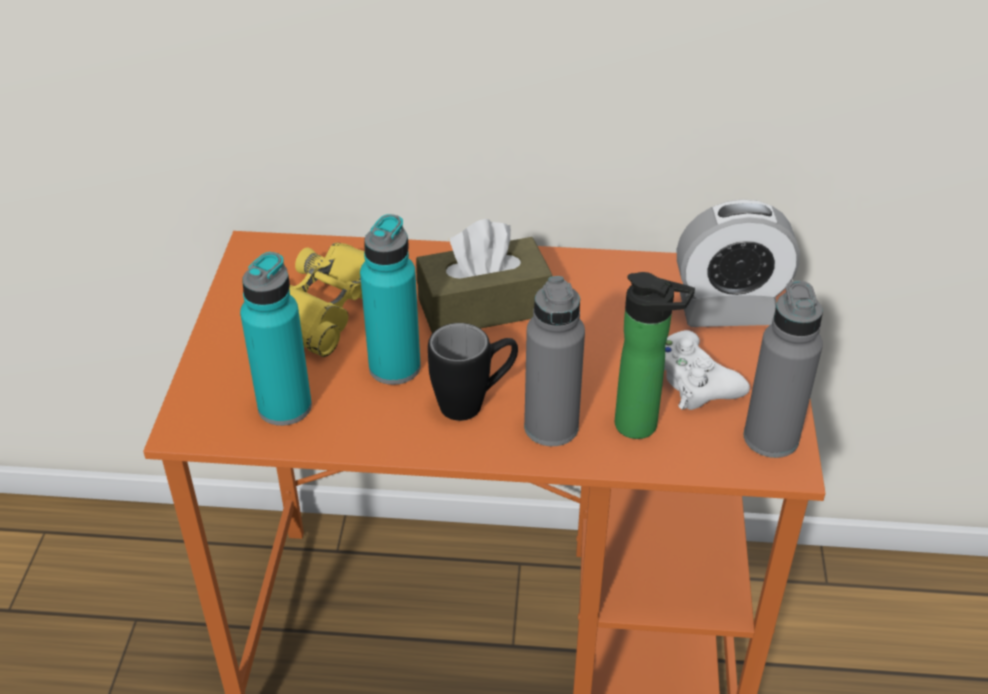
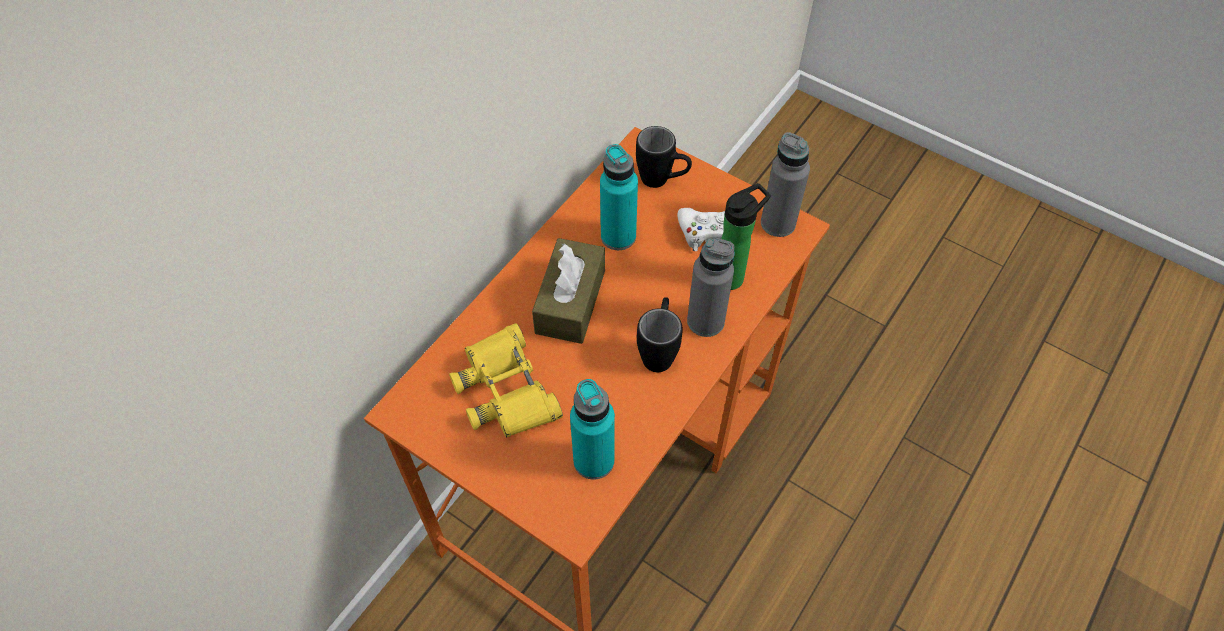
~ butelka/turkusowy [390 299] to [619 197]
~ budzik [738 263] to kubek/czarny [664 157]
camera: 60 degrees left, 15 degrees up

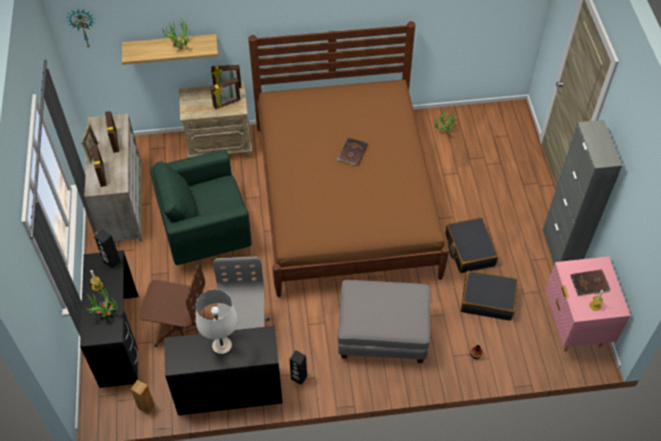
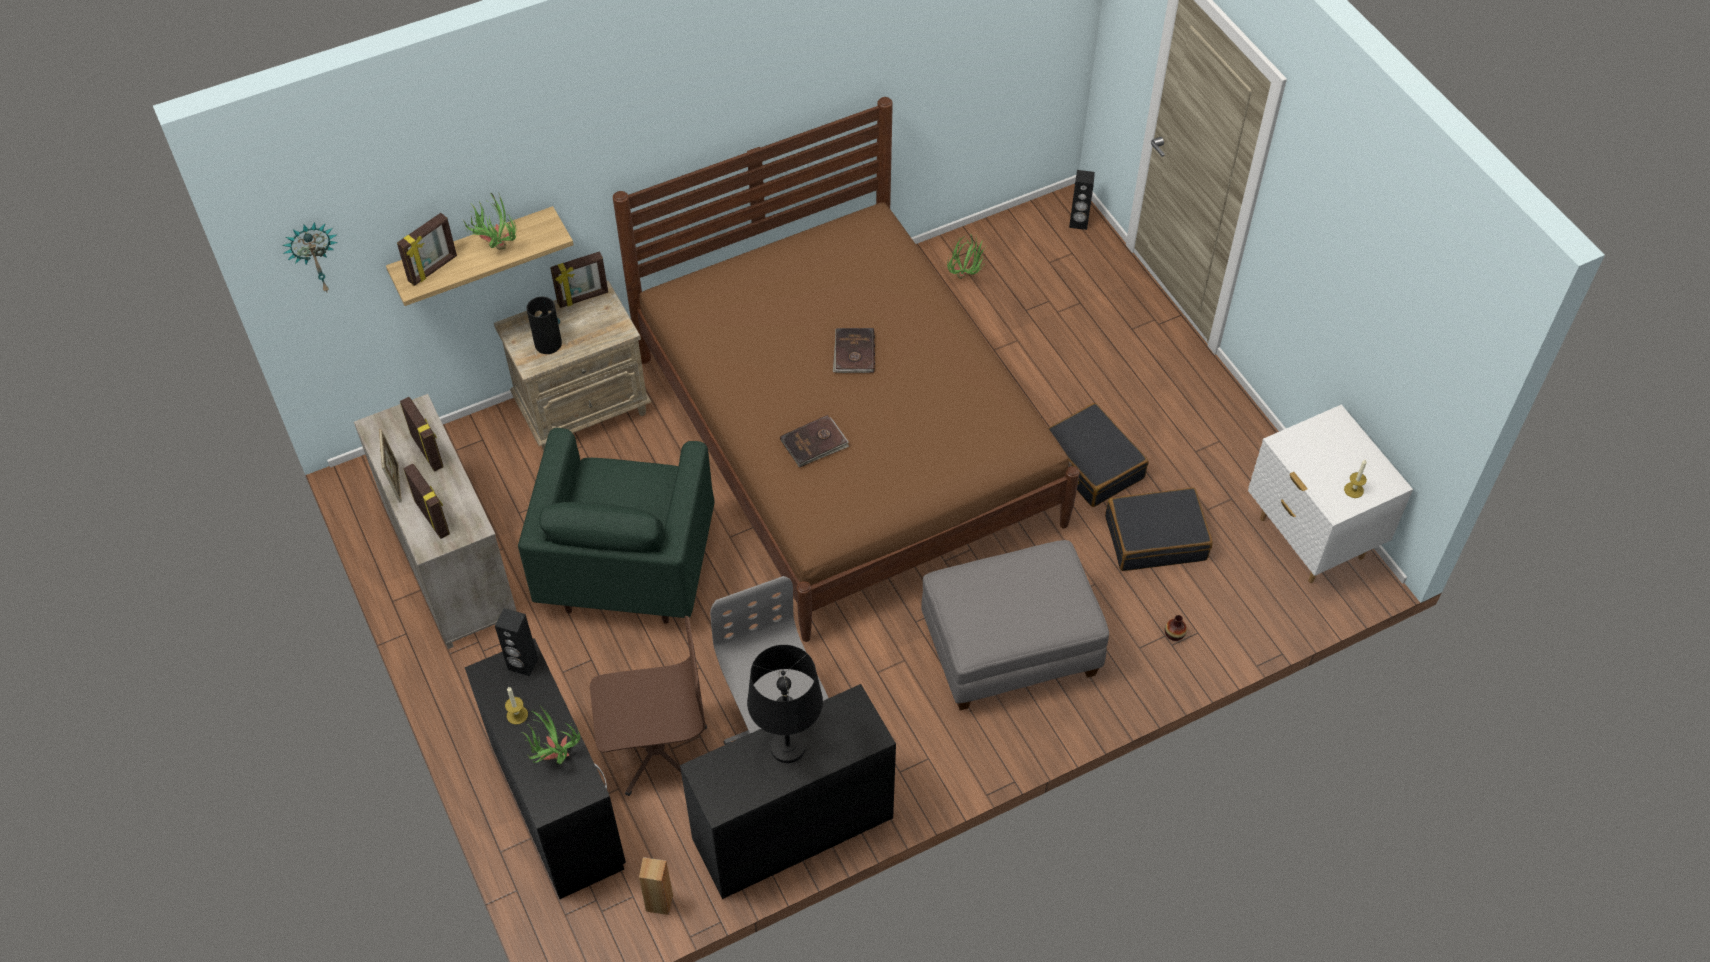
~ fotel/zielony [201 207] = [616 526] 45 degrees counterclockwise
~ lampa stołowa/biały [217 322] to lampa stołowa/czarny [785 704]
~ ramka na zdjęcie [225 93] to [427 249]
~ głośnik/czarny [298 367] to [1082 200]
- szafka/szary [582 192]
~ szafka nocna/różowy [587 304] to szafka nocna/biały [1330 493]
~ książka/brązowy [591 282] to [814 441]
+ wazon [544 325]
camera: 20 degrees left, 0 degrees up

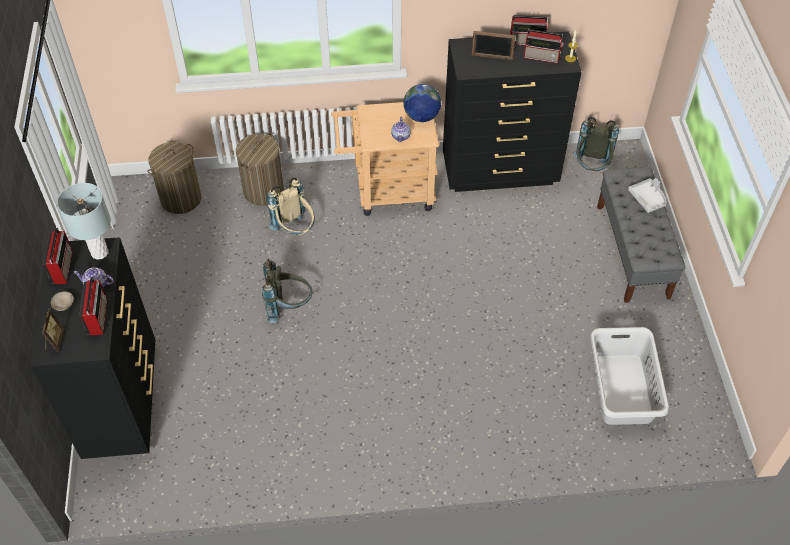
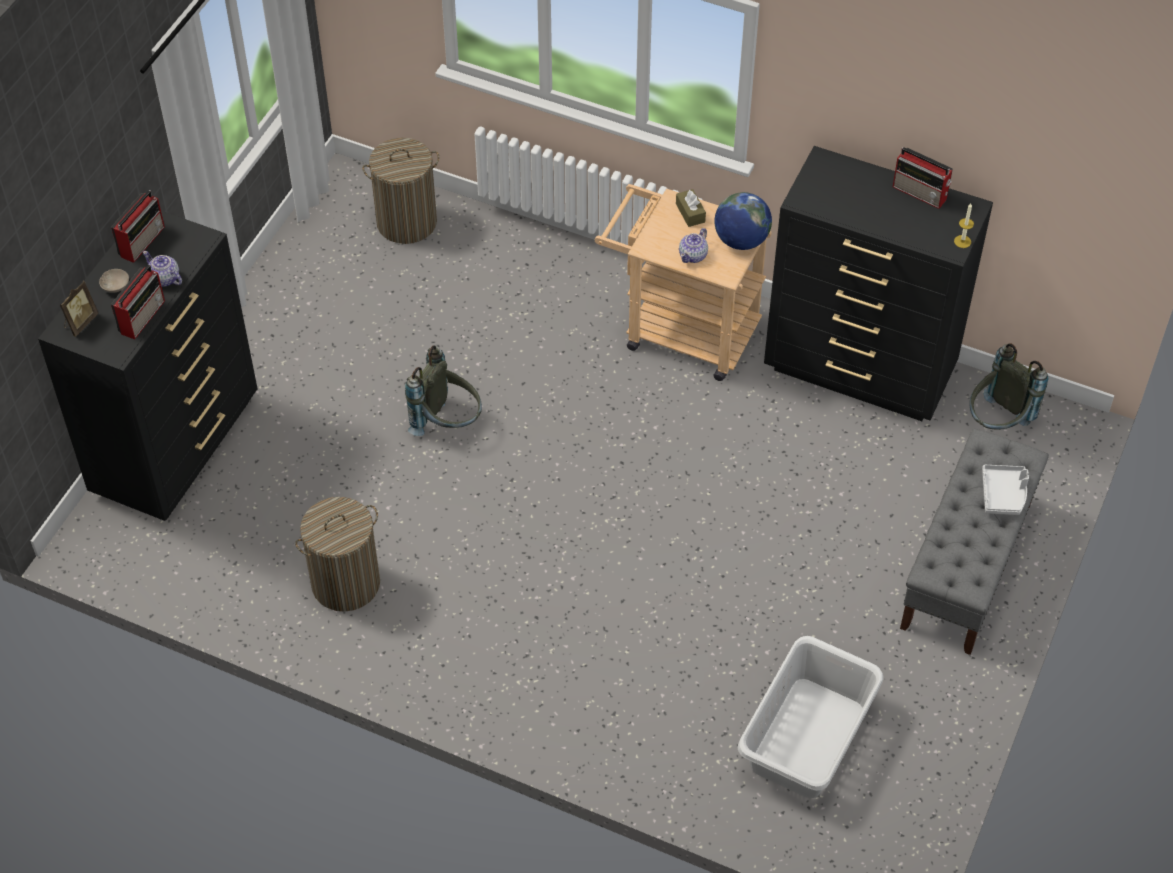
- lampa stołowa/szary [84 221]
~ kosz na pranie [260 169] to [337 554]
- plecak/beżowy [291 206]
- ramka na zdjęcie [494 45]
- radio [544 46]
+ pudełko chusteczek/brązowy [691 208]
camera: 30 degrees right, 0 degrees up

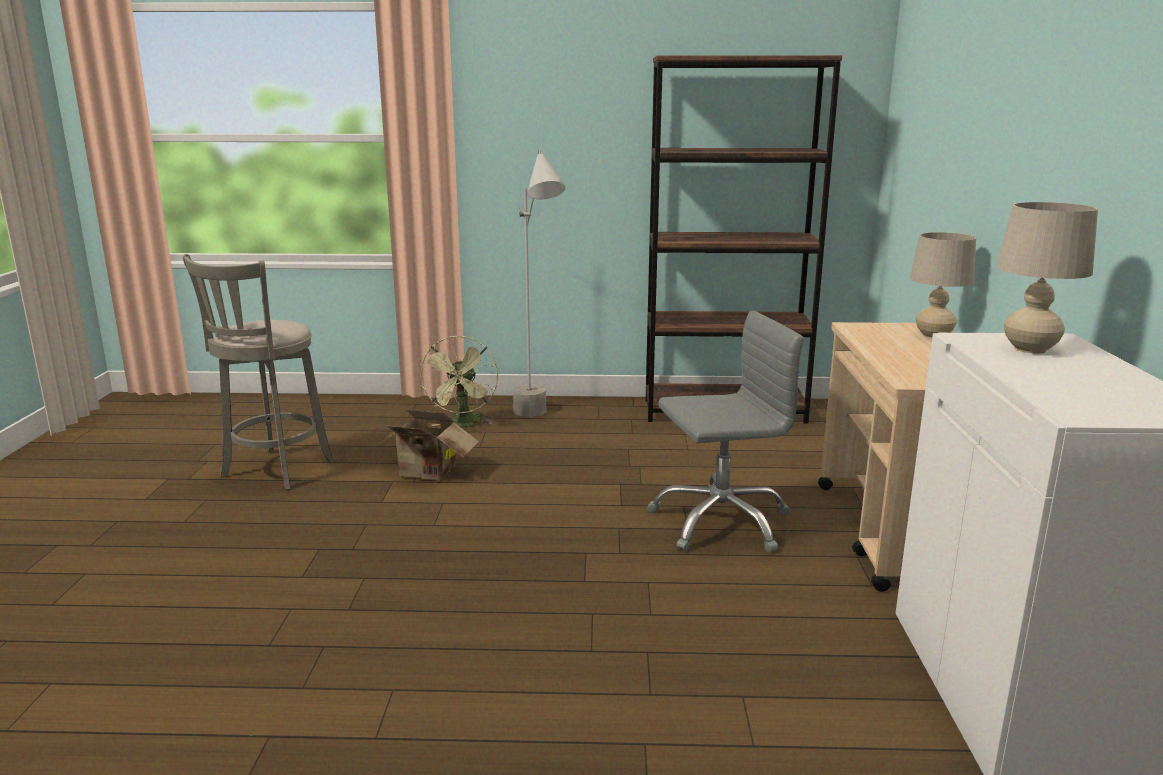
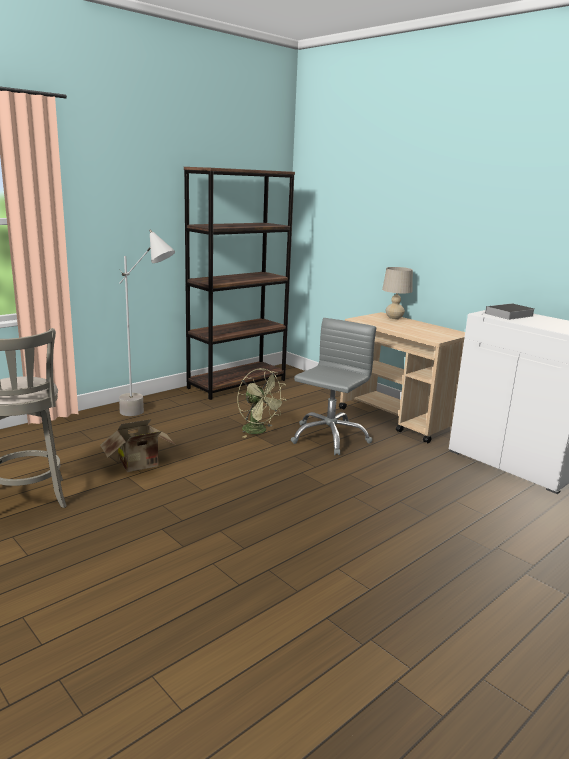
~ wentylator/zielony [459 381] to [262 403]
~ lampa stołowa/beżowy [1047 278] to książka [508 311]
camera: 45 degrees left, 0 degrees up

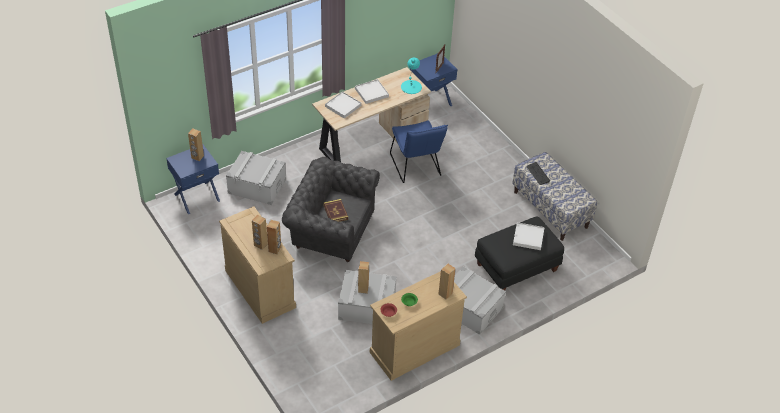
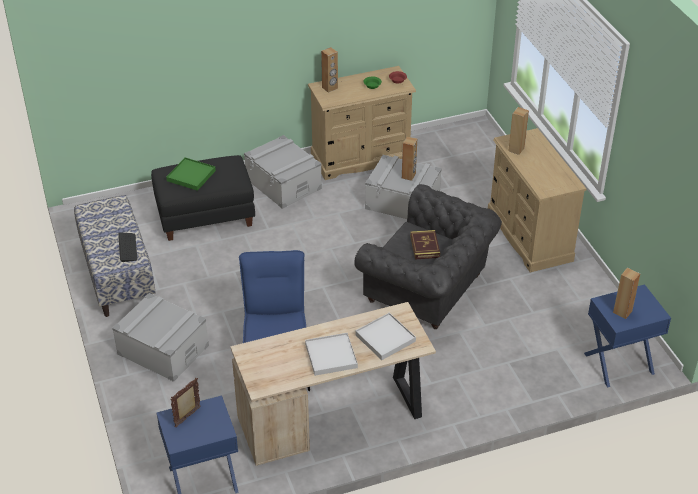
~ pojemnik do przechowywania/szary [256 178] to [160 337]
- głośnik/brązowy [260 232]
- lampa stołowa/turkusowy [411 76]
~ taca/biały [529 236] to taca/zielony [191 174]
camera: 165 degrees left, 5 degrees down

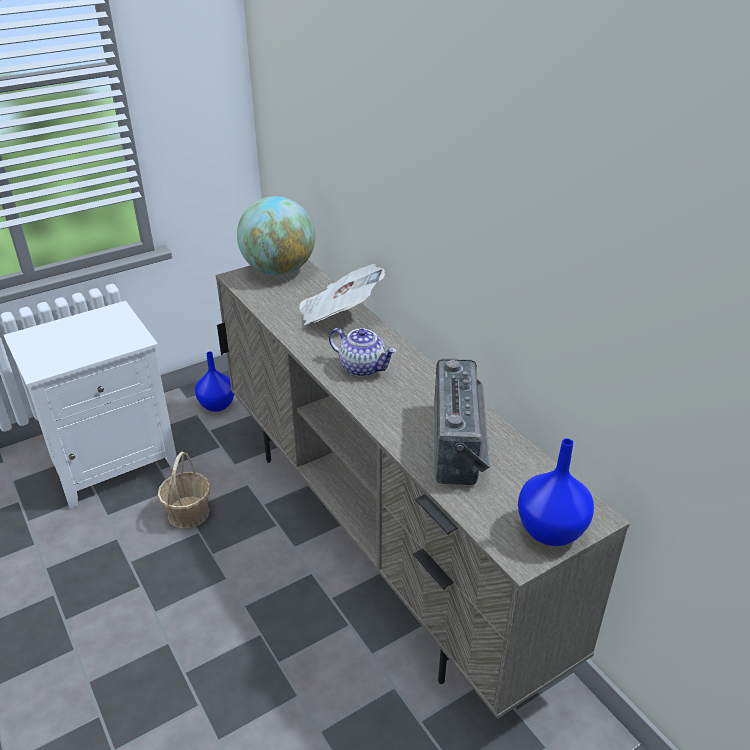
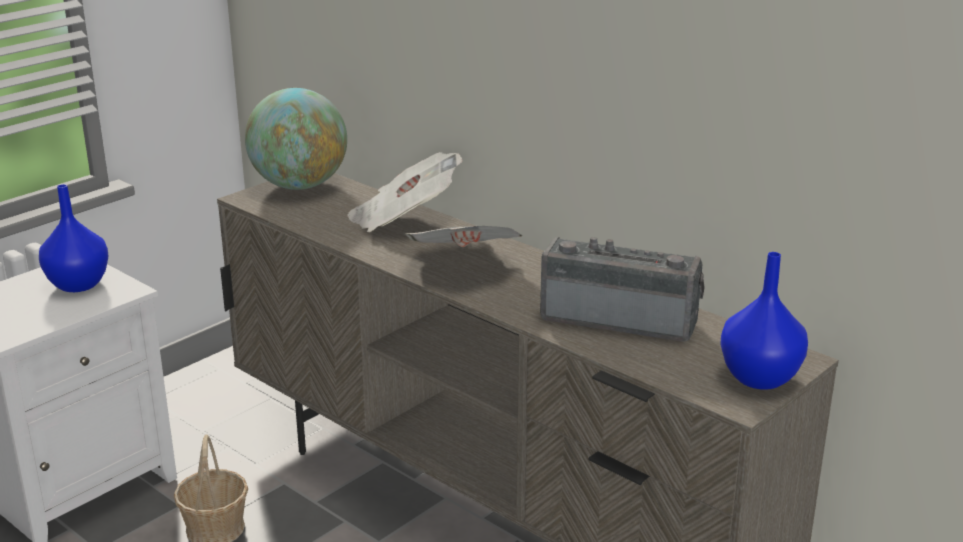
~ wazon/niebieski [214 382] to [73 238]
~ imbryk [363 352] to gazeta [463 236]
~ radio [462 421] = [622 289] 60 degrees counterclockwise
camera: 15 degrees left, 10 degrees down

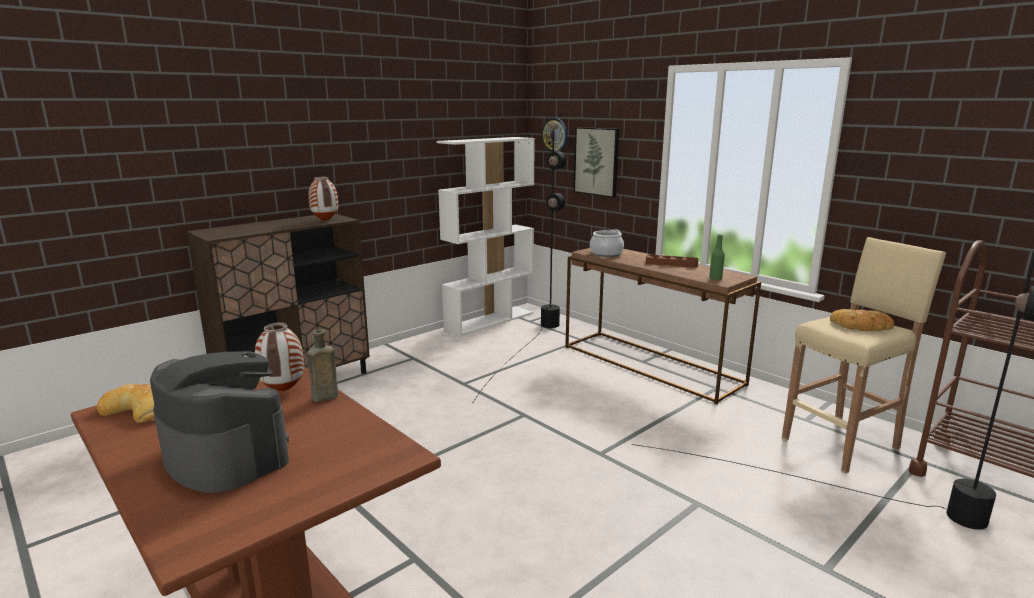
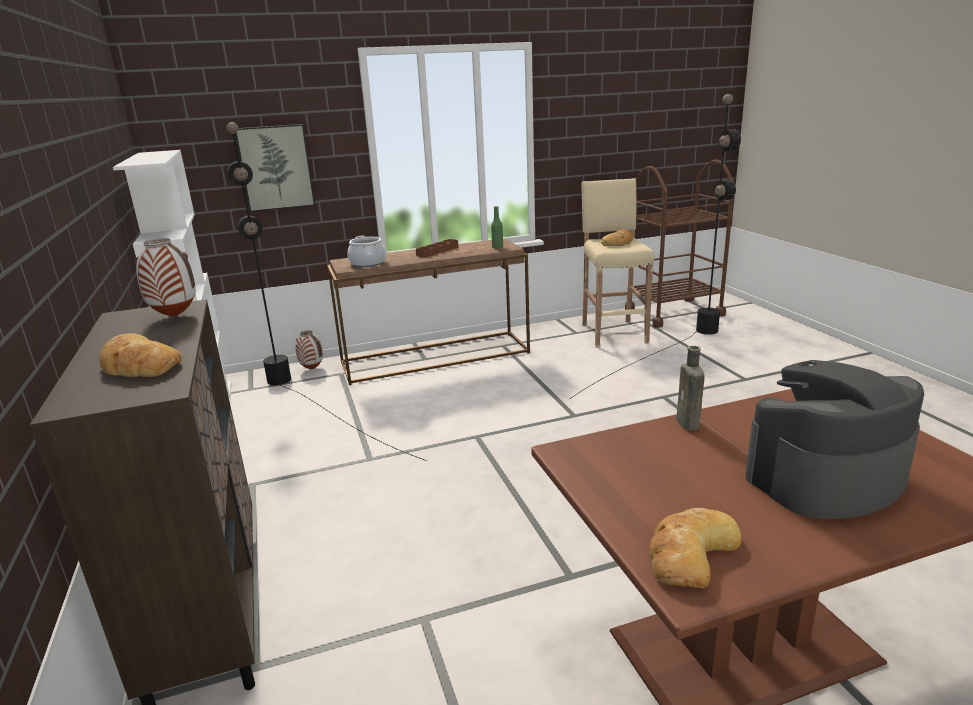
~ wazon [279 356] to [309 349]
- zegar ścienny [554 135]
+ chleb [140 355]
camera: 65 degrees left, 5 degrees up

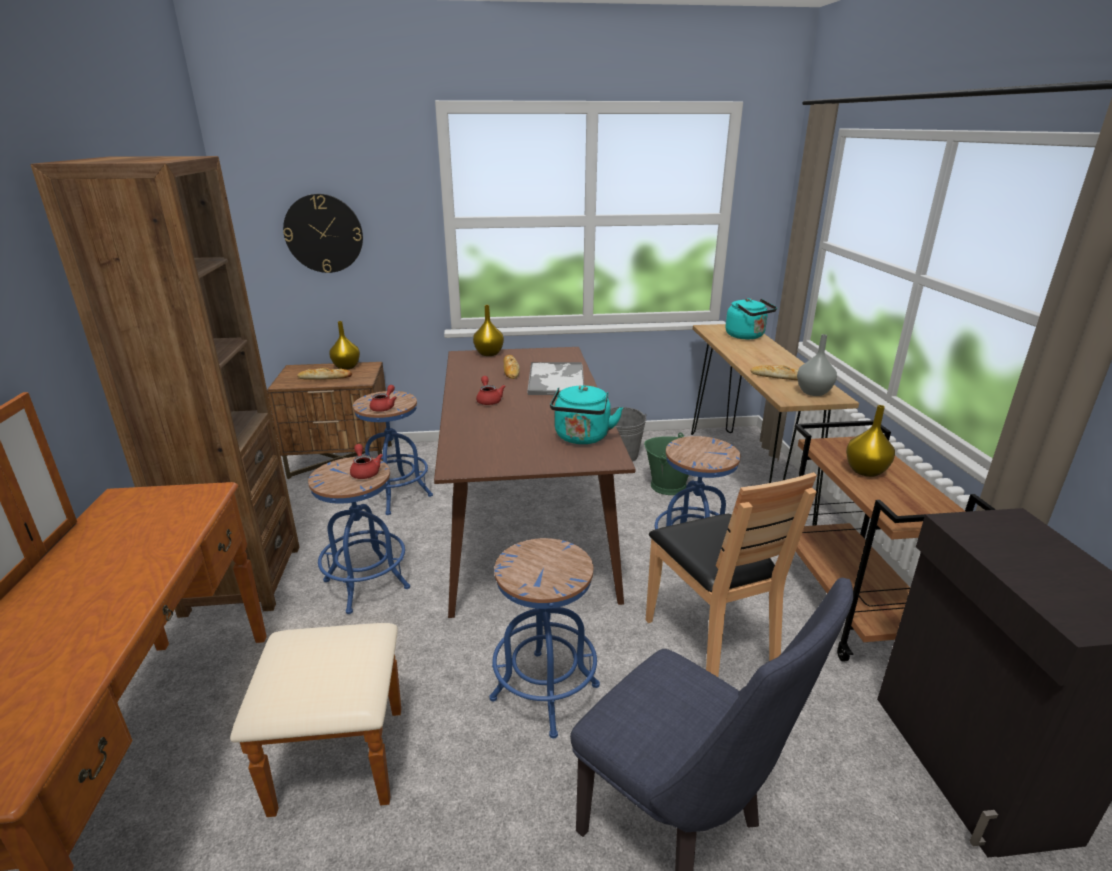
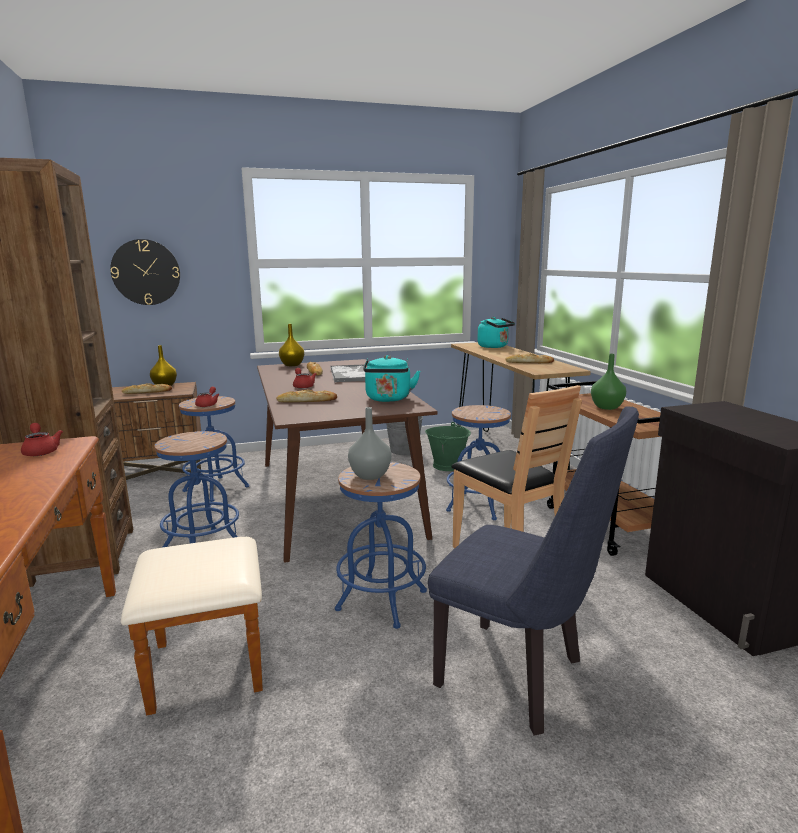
~ imbryk/czerwony [366 461] to [42 439]
~ wazon/szary [817 365] to [370 443]
~ wazon/żółty [870 441] to wazon/zielony [608 382]
+ chleb [306 396]
camera: 10 degrees left, 10 degrees down

